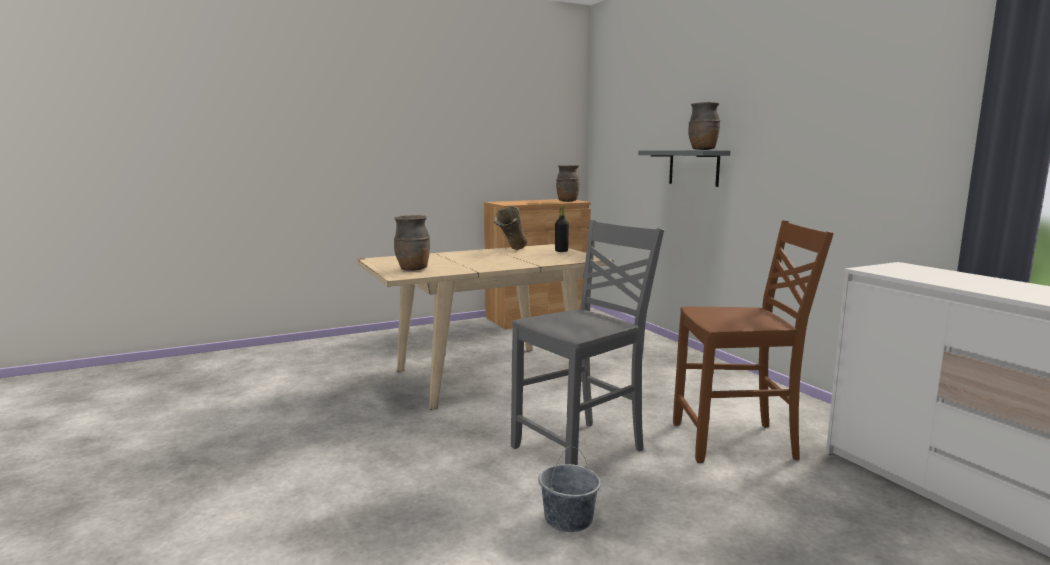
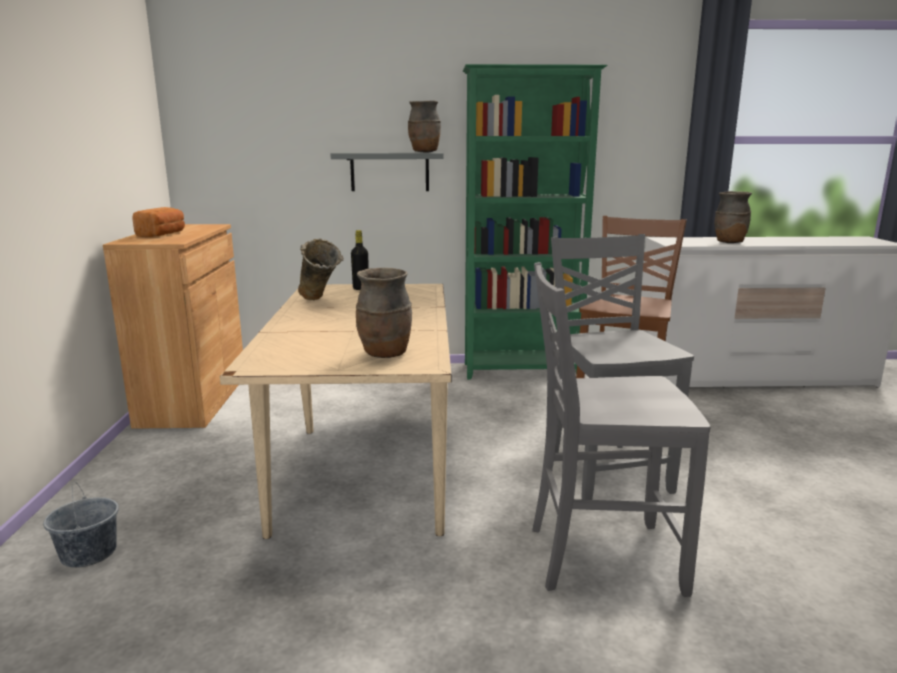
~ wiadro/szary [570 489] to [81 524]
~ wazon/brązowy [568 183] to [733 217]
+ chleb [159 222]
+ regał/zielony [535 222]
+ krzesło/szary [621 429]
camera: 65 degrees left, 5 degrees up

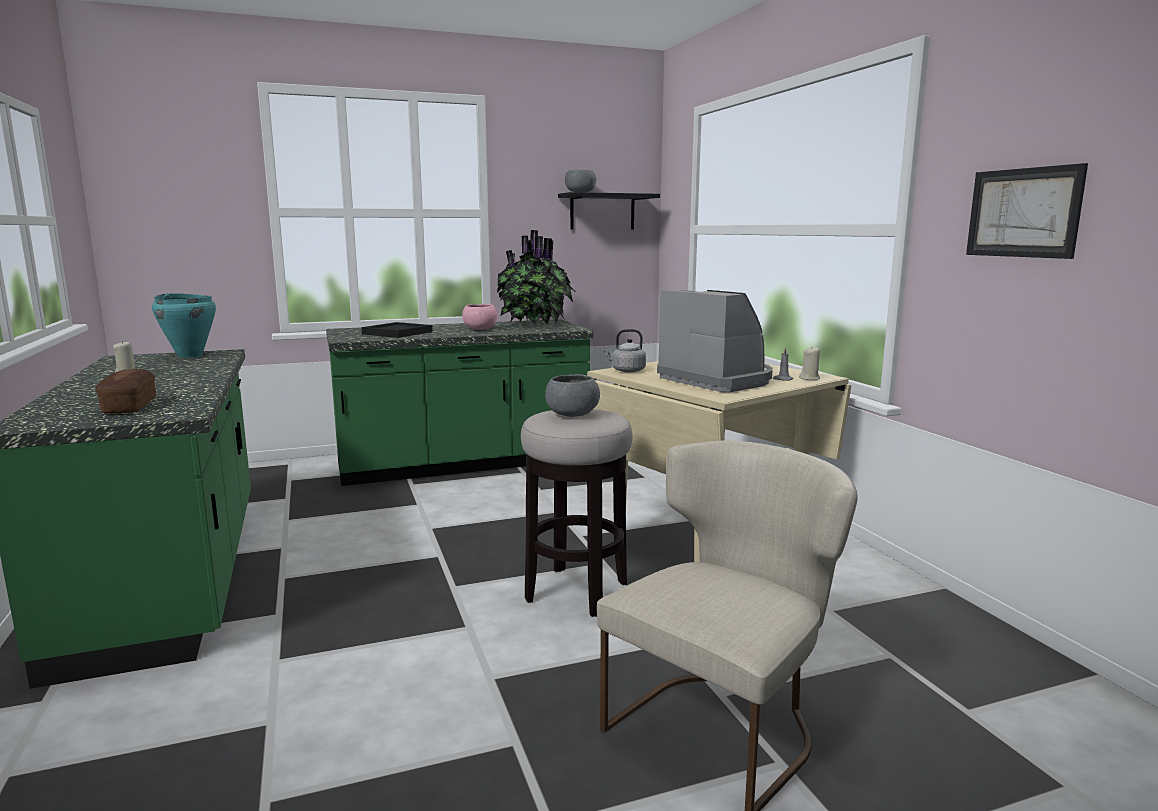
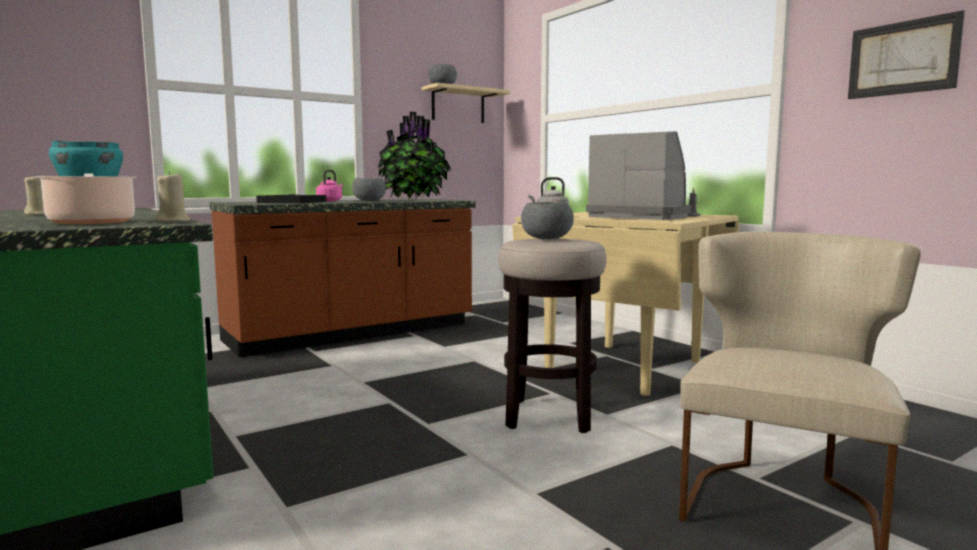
~ chleb [125 391] to garnek [86 198]
~ zabudowa kuchenna/zielony [459 402] to zabudowa kuchenna/brązowy [343 278]
~ miska/różowy [479 317] to miska/szary [369 189]
~ półka/czarny [609 211] to półka/beżowy [465 103]
~ świeca/beżowy [809 364] to [173 196]
+ czajnik/różowy [329 185]
camera: 15 degrees left, 5 degrees down

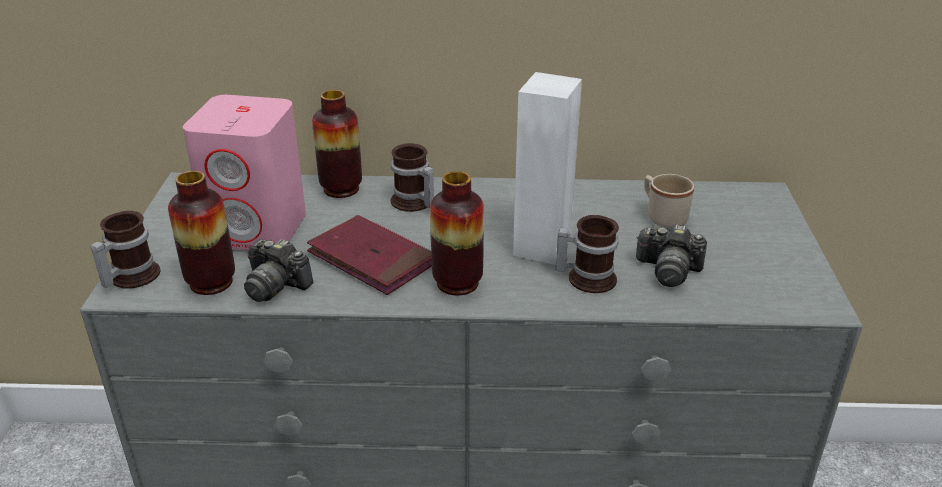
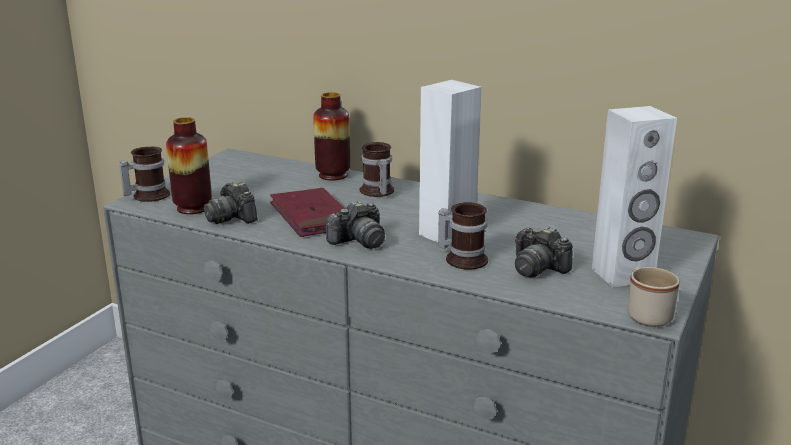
- głośnik/różowy [244 172]
~ wazon [457 233] to aparat fotograficzny [355 225]
~ kubek/beżowy [669 201] to [654 296]
+ głośnik/biały [634 196]
camera: 25 degrees right, 10 degrees down

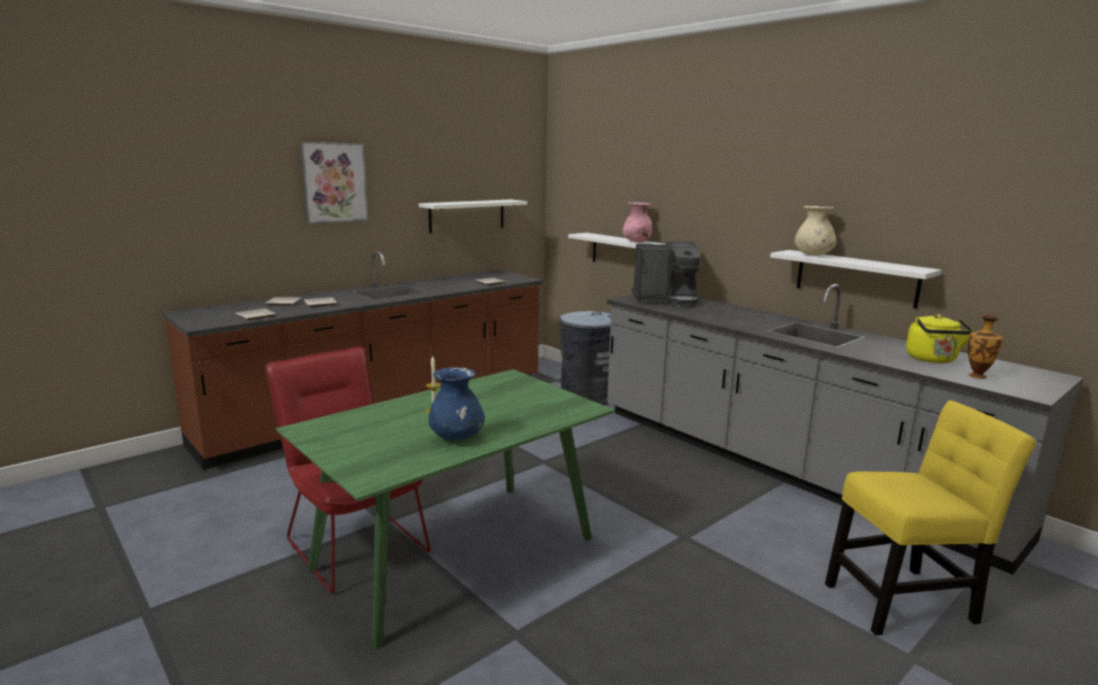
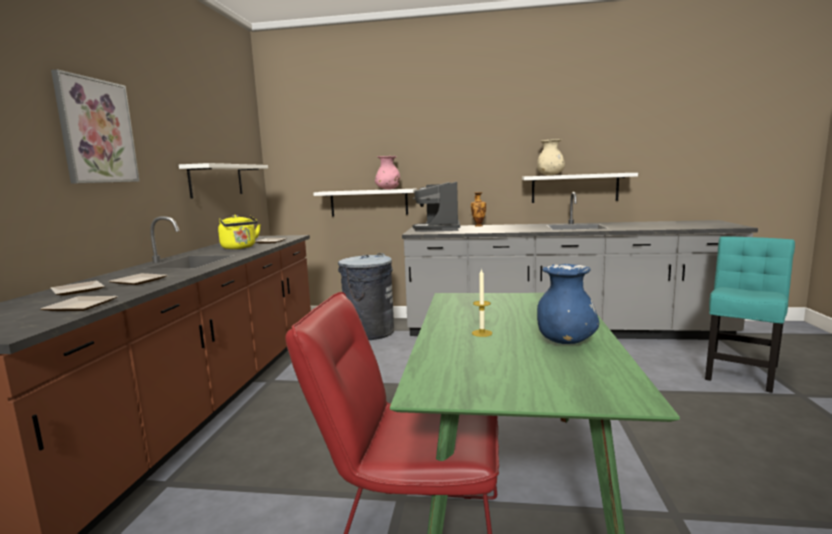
~ ekspres do kawy [667 274] = [436 207] 135 degrees clockwise
~ krzesło/żółty [930 517] to krzesło/turkusowy [750 314]
~ czajnik/żółty [939 338] to [239 232]
~ wazon [985 347] to [478 209]
camera: 40 degrees left, 5 degrees down

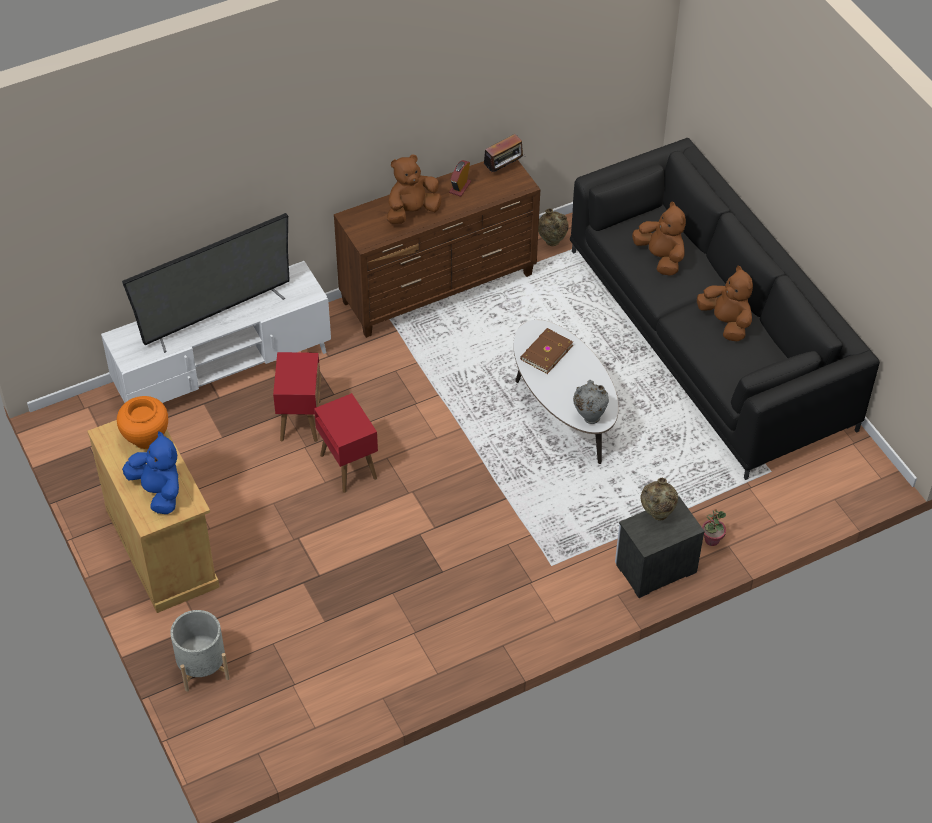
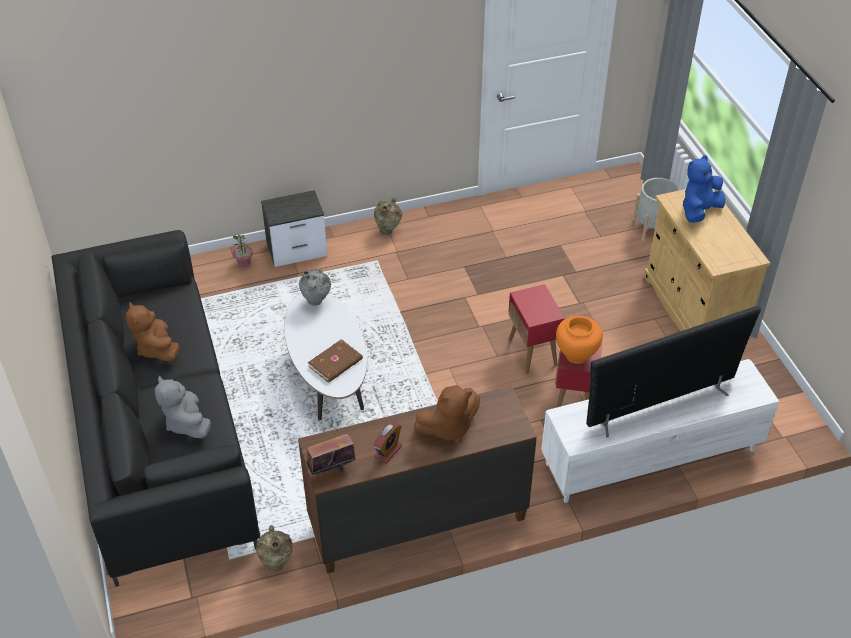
~ wazon/pomarańczowy [142 422] to [579 340]
~ pluszak/niebieski [150 472] = [704 189] 75 degrees clockwise
~ pluszak/brązowy [659 238] to pluszak/szary [183 407]
~ wazon/beżowy [659 499] to [388 216]
camera: 170 degrees left, 5 degrees down

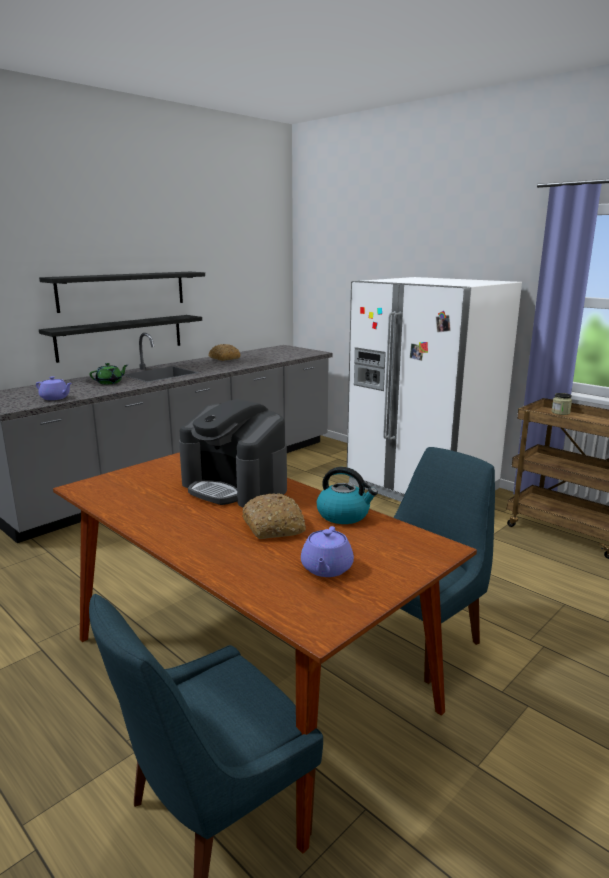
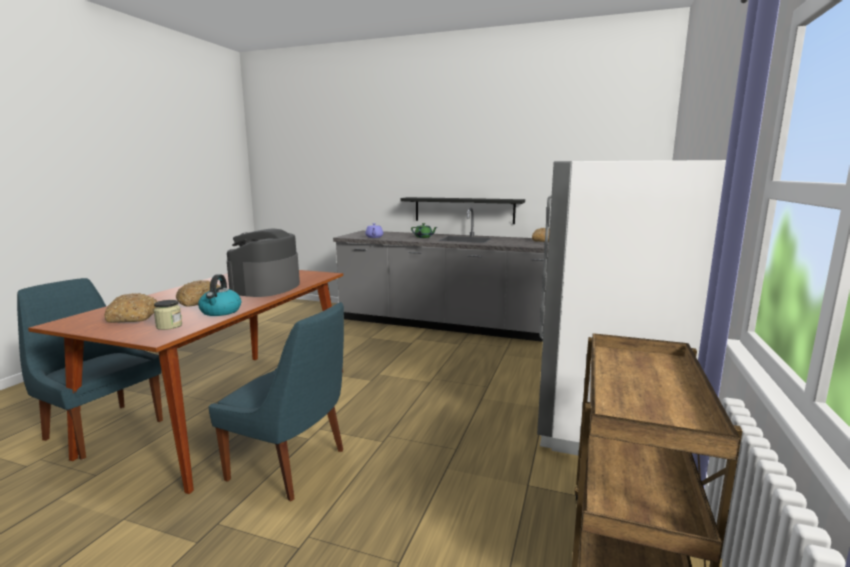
- półka/czarny [122 292]
~ imbryk/fioletowy [327 551] to chleb [131 308]
~ słoik [562 404] to [168 315]
camera: 65 degrees right, 5 degrees down

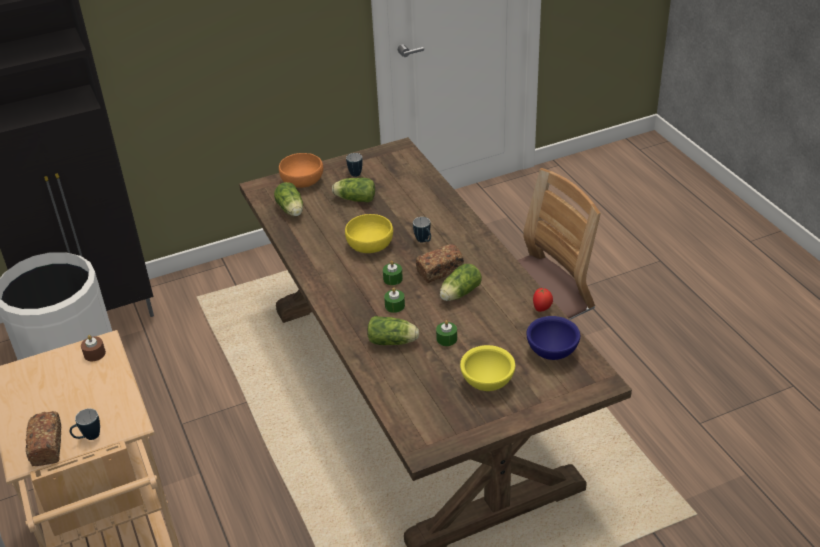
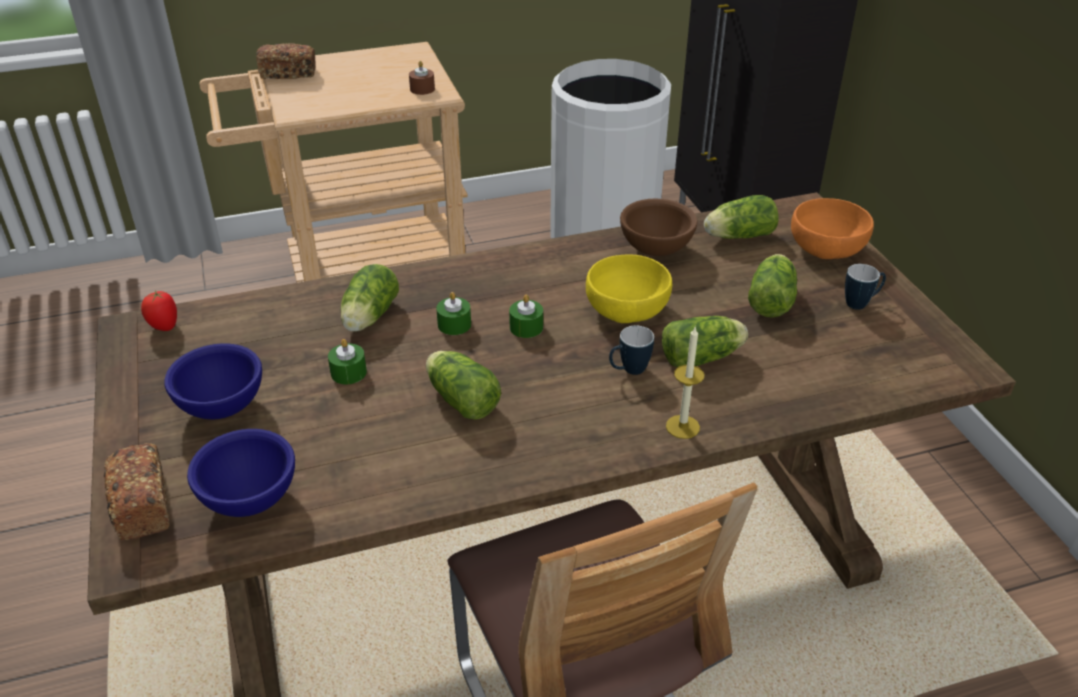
- kubek [85 424]
~ chleb [440 263] to [136 492]
~ miska/żółty [487 368] to miska/niebieski [213 381]
~ pomidor [543 300] to [159 311]
+ miska/brązowy [659 227]
+ sałata [705 341]
+ świeca [685 382]
camera: 95 degrees right, 0 degrees up

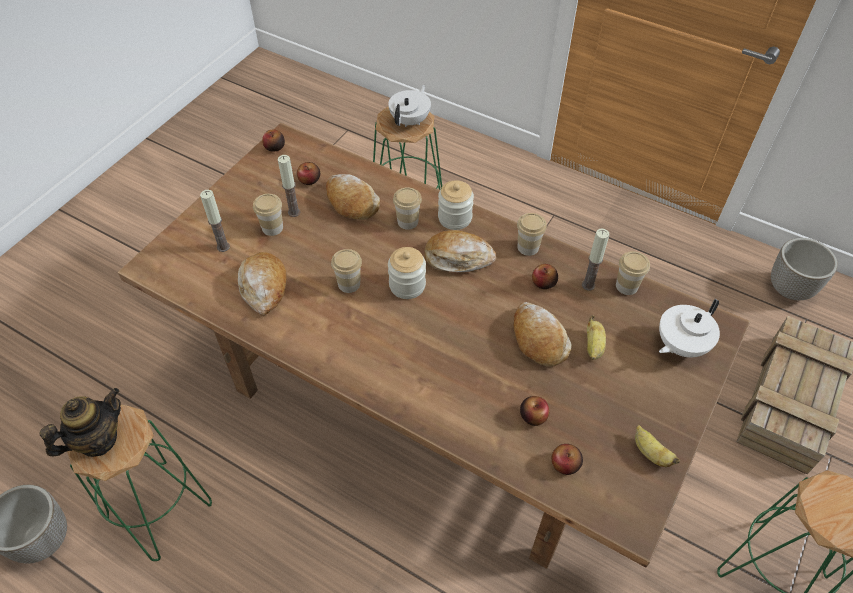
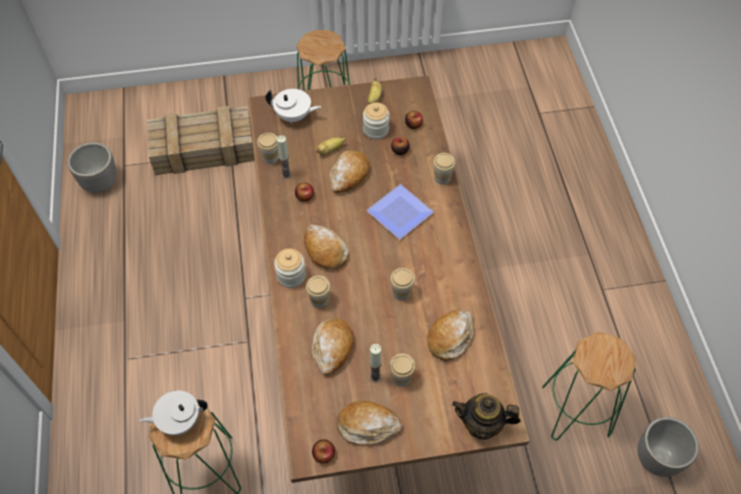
~ imbryk [80 422] to [486 416]
- świeca [215 221]
- jabłko [308 173]
~ słoik [407 273] to [376 121]
~ filiżanka [532 234] to [444 169]
+ chleb [369 422]
+ talerz [400 211]
camera: 130 degrees left, 5 degrees up

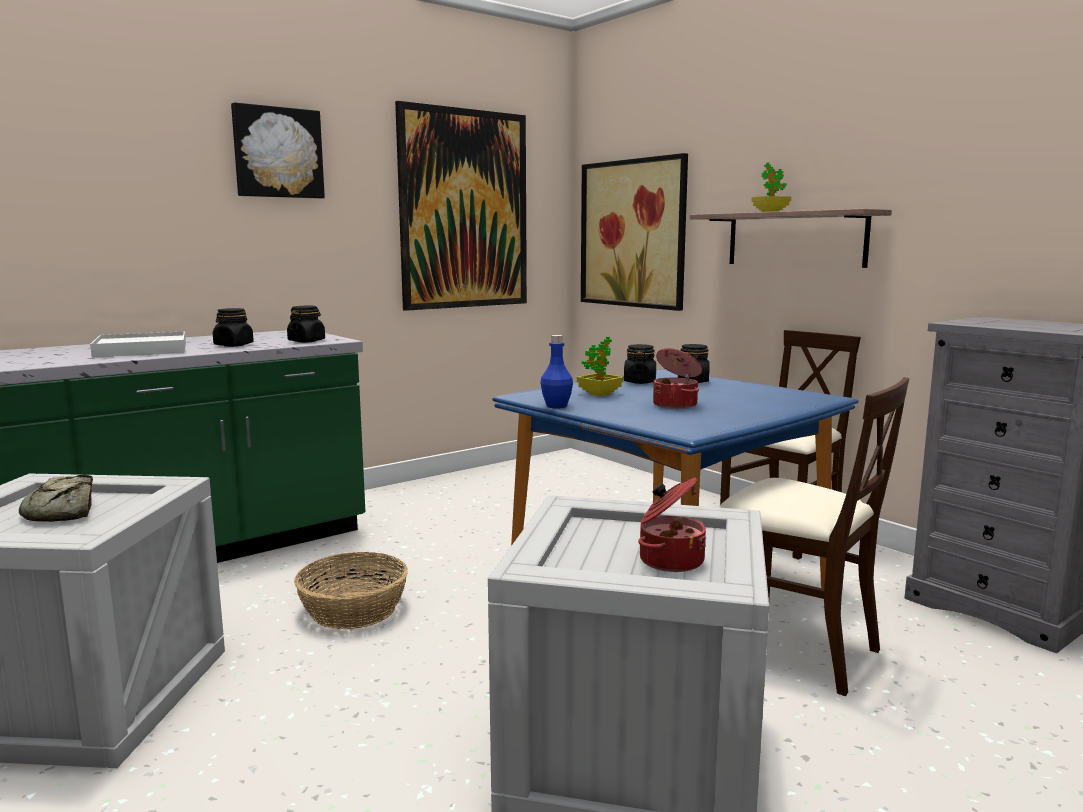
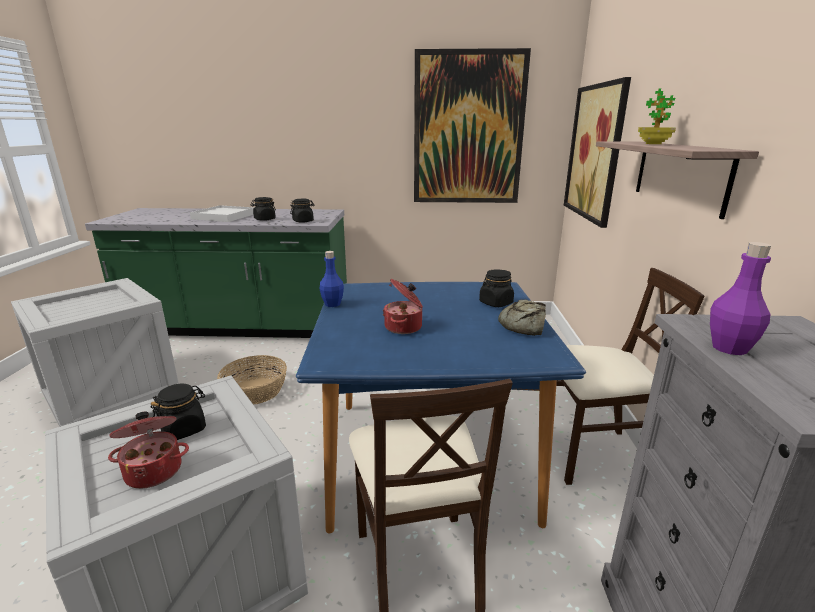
~ chleb [56 498] to [522 317]
- obraz [278 150]
- roślina doniczkowa [600 366]
~ słoik/czarny [640 364] to [178 412]
+ butelka/fioletowy [740 298]
camera: 40 degrees right, 10 degrees up

